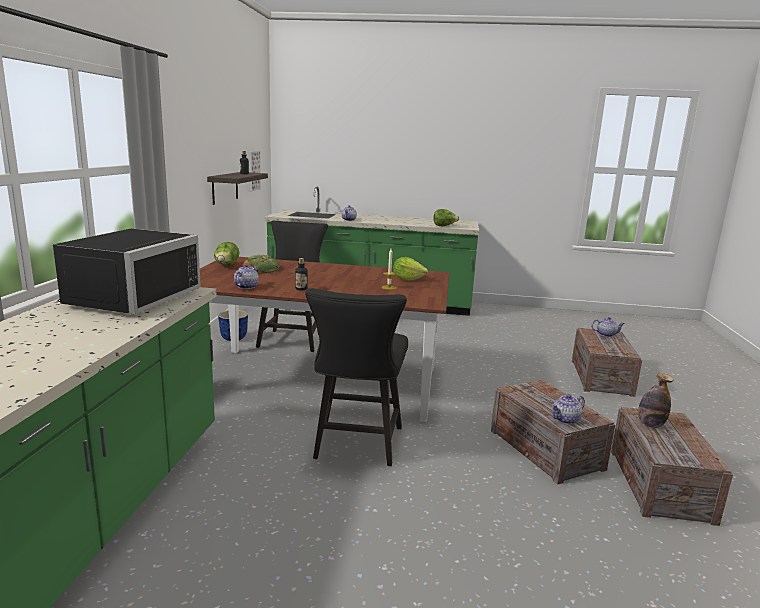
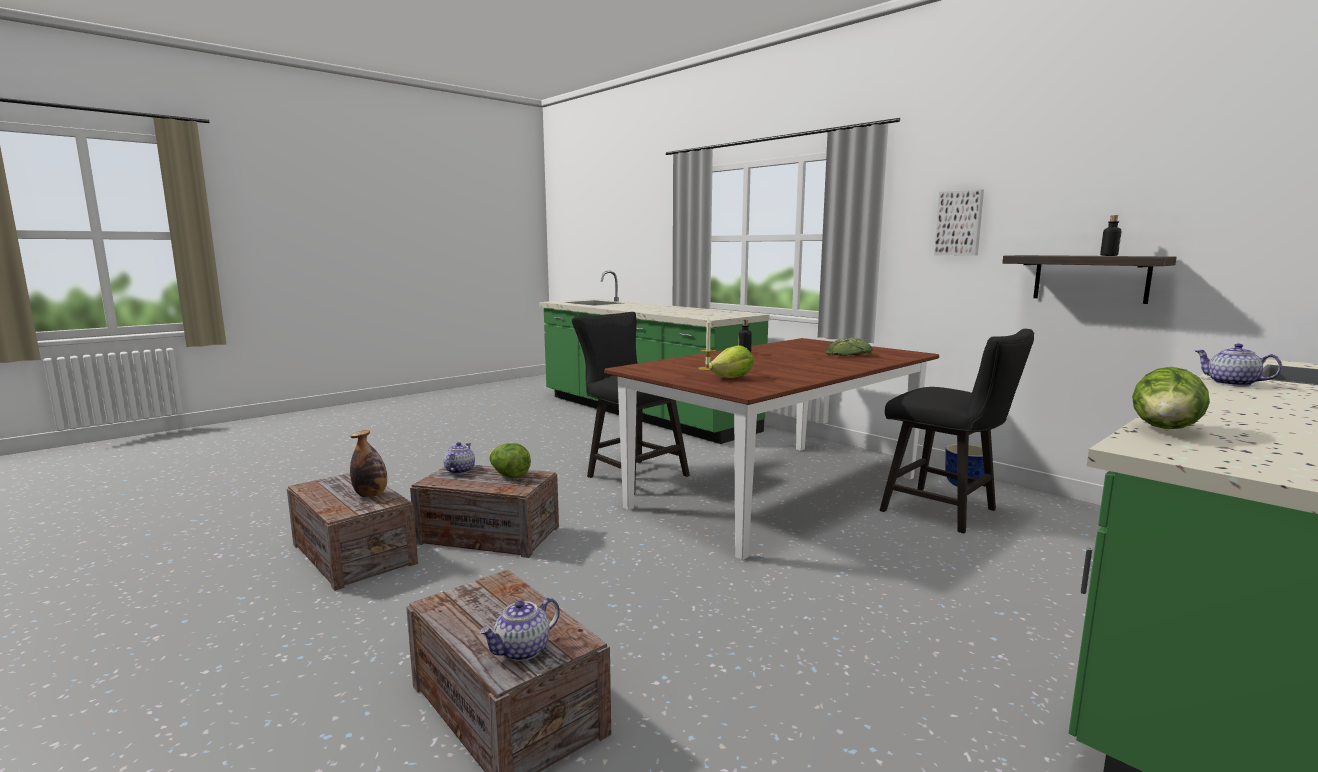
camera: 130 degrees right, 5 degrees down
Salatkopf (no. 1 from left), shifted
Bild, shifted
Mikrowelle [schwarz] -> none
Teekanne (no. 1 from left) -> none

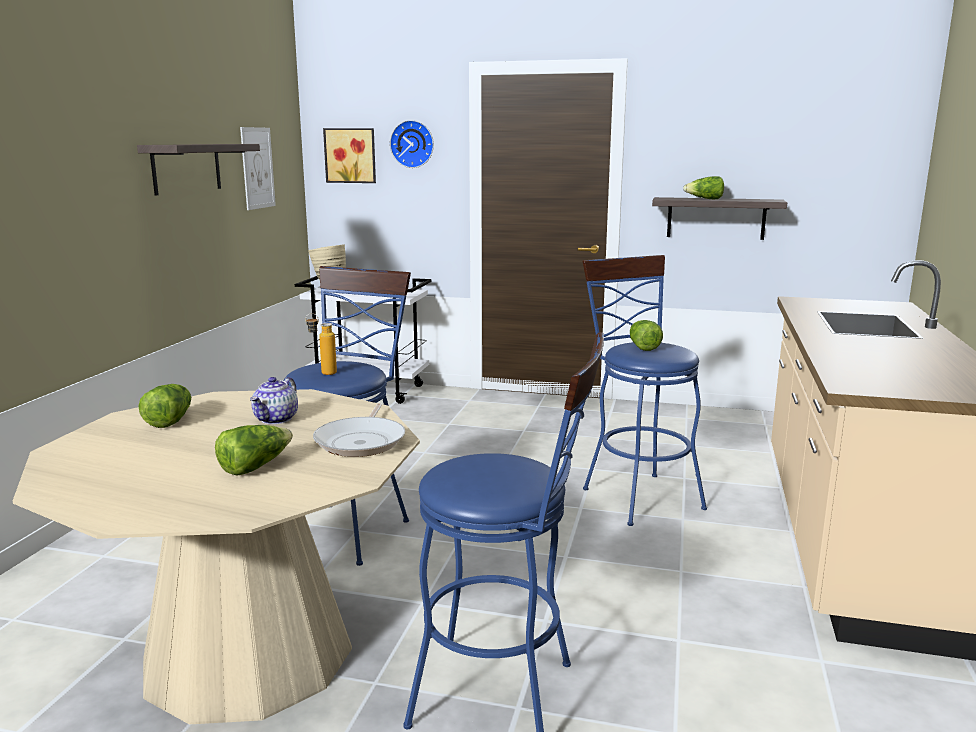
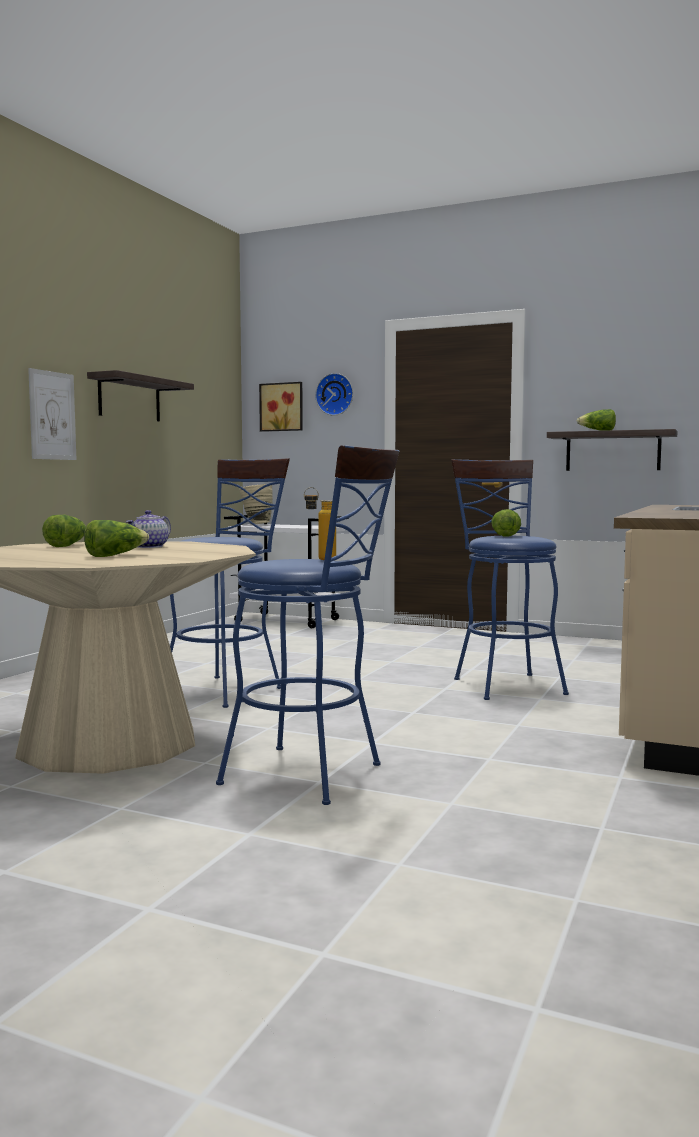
camera: 10 degrees right, 10 degrees down
Bild (no. 1 from left), shifted
Flasche, shifted
Pfanne -> none

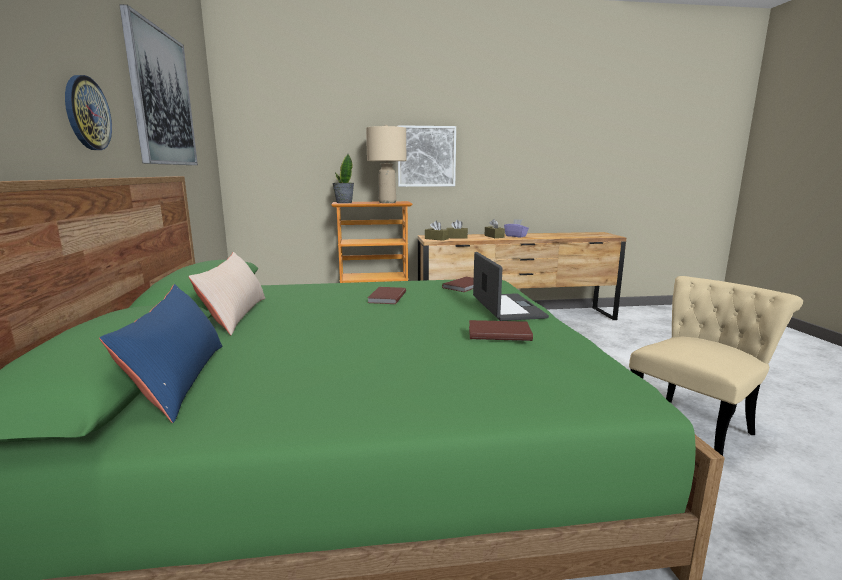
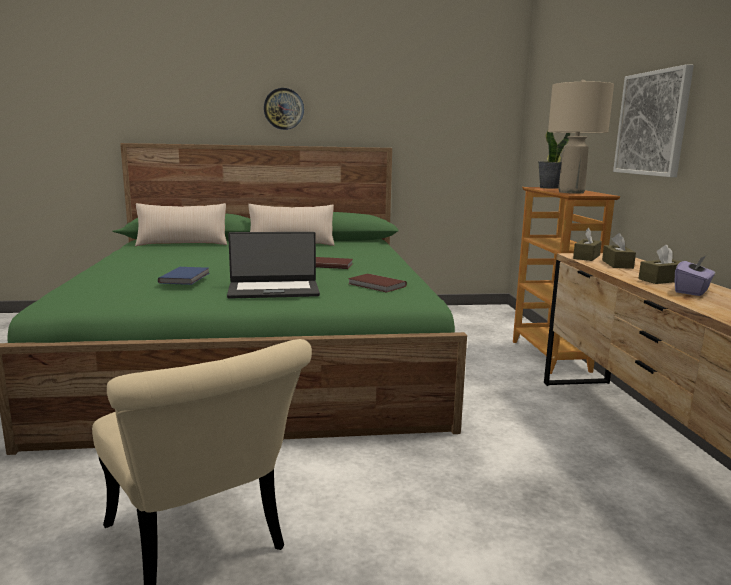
camera: 90 degrees right, 0 degrees up
Kissen [blau] -> Kissen [beige] (no. 1 from left)
Buch [braun] (no. 3 from left) -> Buch [blau]
Bild (no. 1 from left) -> none

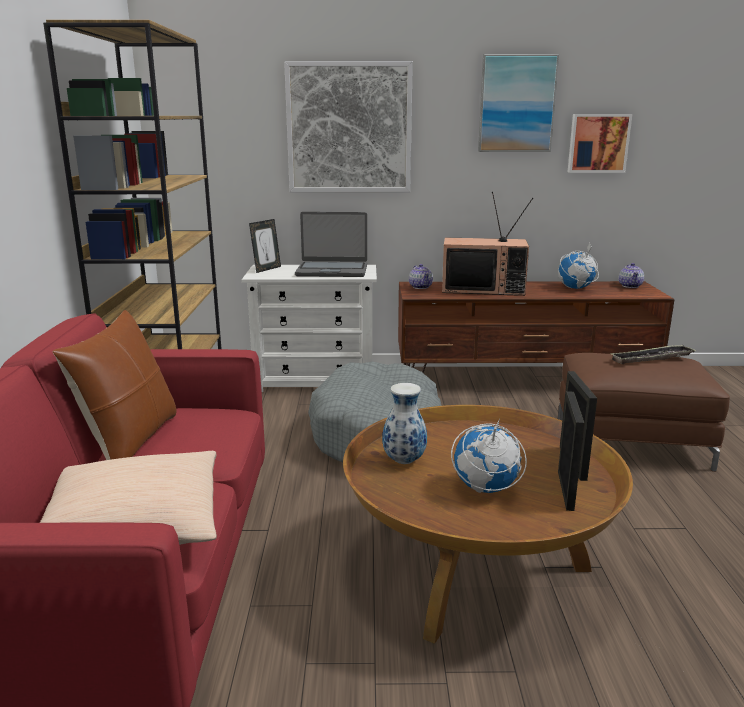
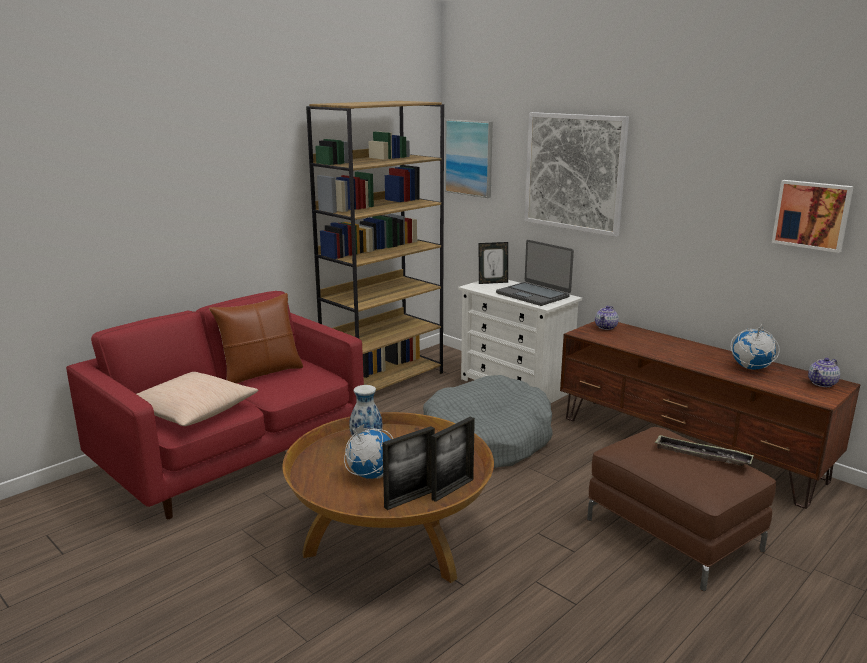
camera: 45 degrees right, 0 degrees up
Bild (no. 2 from left in the first image) -> Bild (no. 1 from left), shifted
Fernseher -> none

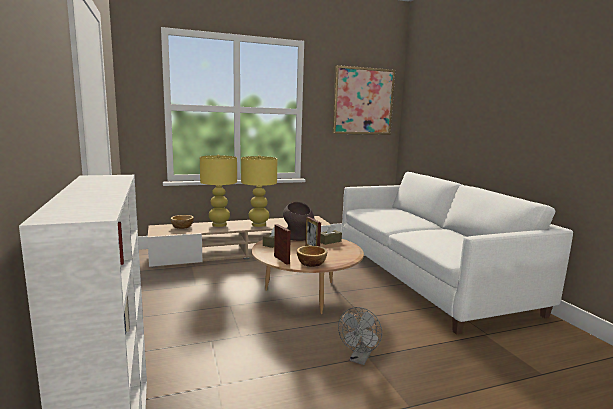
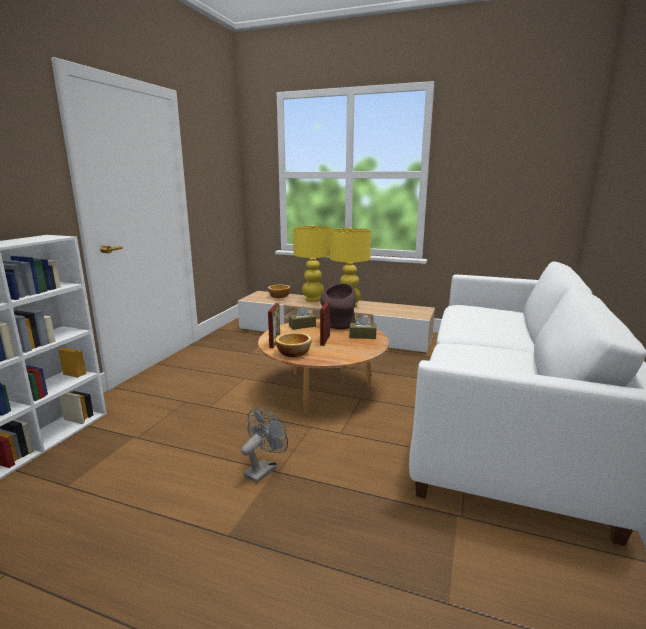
camera: 40 degrees right, 5 degrees up
Ventilator [grau], 150 degrees clockwise
Bild -> none

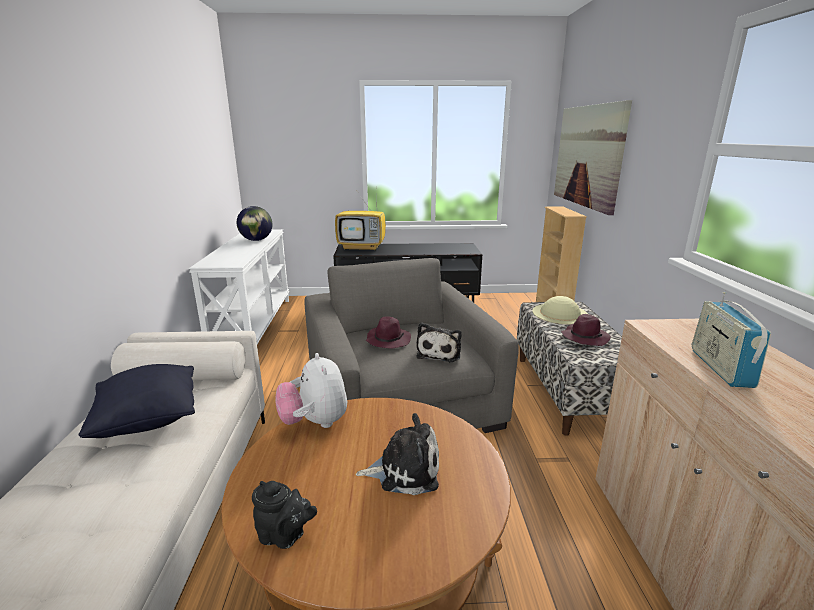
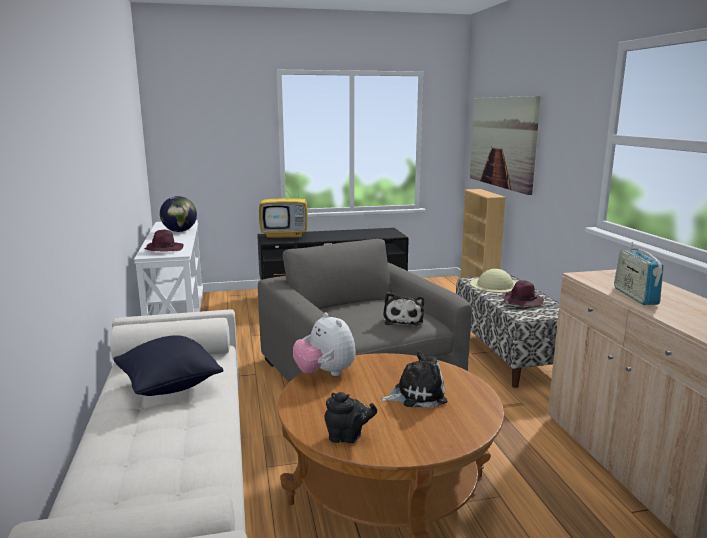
camera: 10 degrees left, 5 degrees down
Hut [lila] (no. 1 from left), shifted

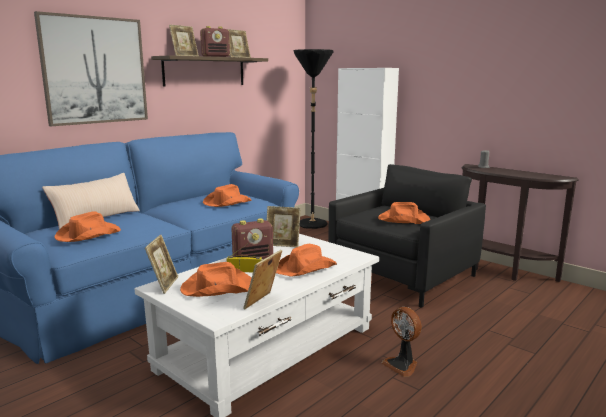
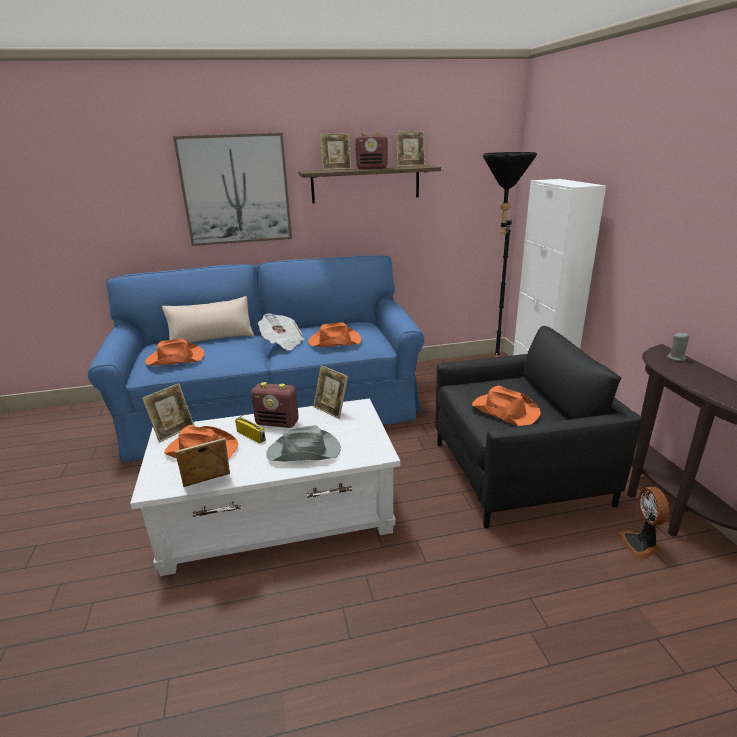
camera: 35 degrees right, 10 degrees up
none -> Zeitung
Hut [orange] (no. 4 from left) -> Hut [grau]
Ventilator, shifted

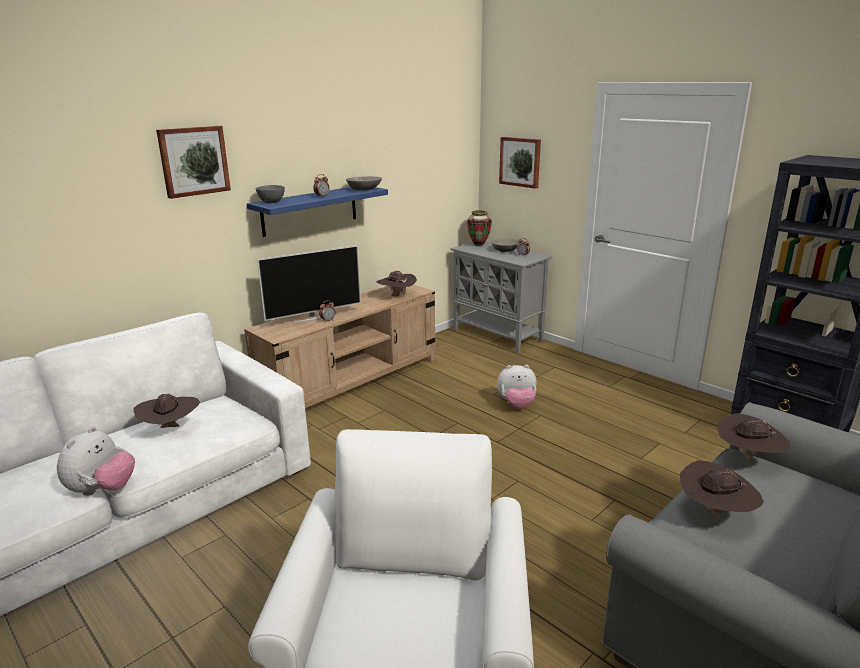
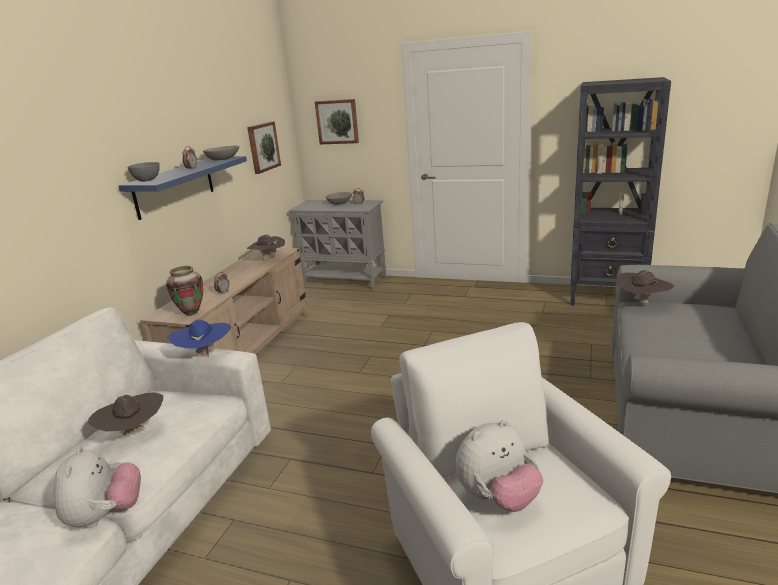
camera: 25 degrees left, 0 degrees up
Vase, shifted
none -> Hut [blau]
Bild (no. 1 from left), shifted
Plüschtier (no. 2 from left), shifted
Fernseher -> none
Hut [braun] (no. 3 from left) -> none

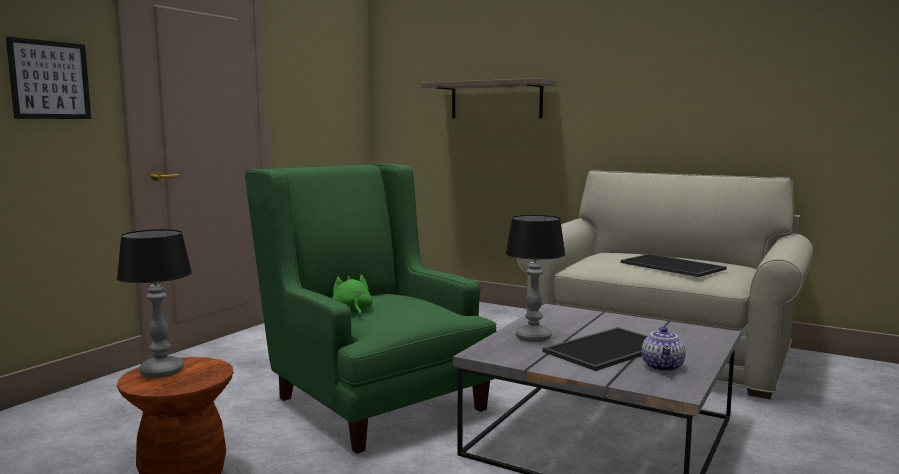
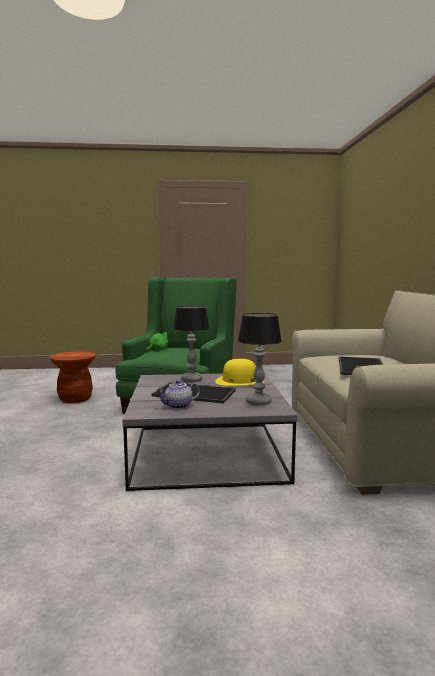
camera: 55 degrees right, 0 degrees up
none -> Hut [gelb]
Tischlampe (no. 1 from left in the first image) -> Tischlampe (no. 2 from left), shifted
Bild -> none
Wandregal -> none

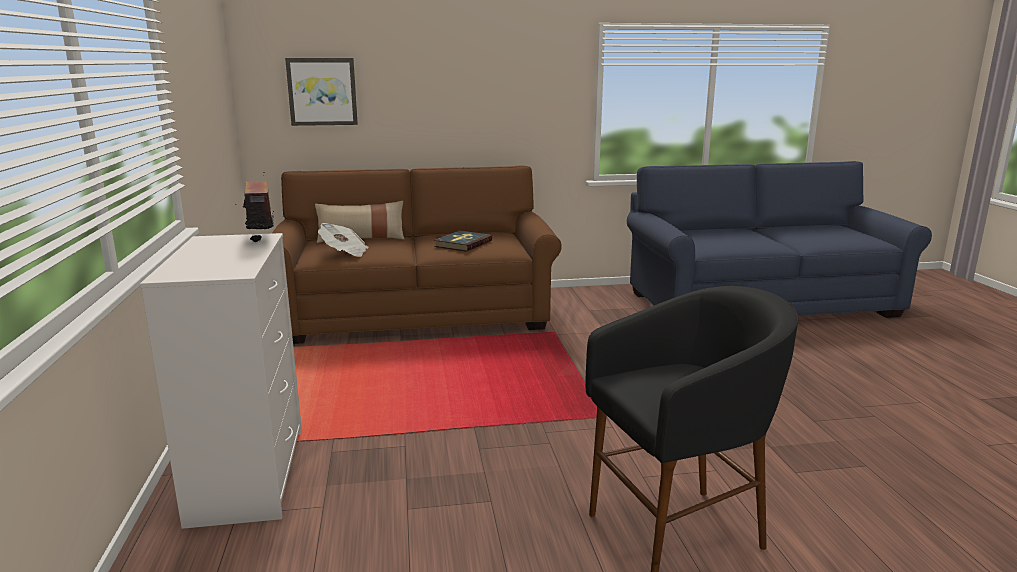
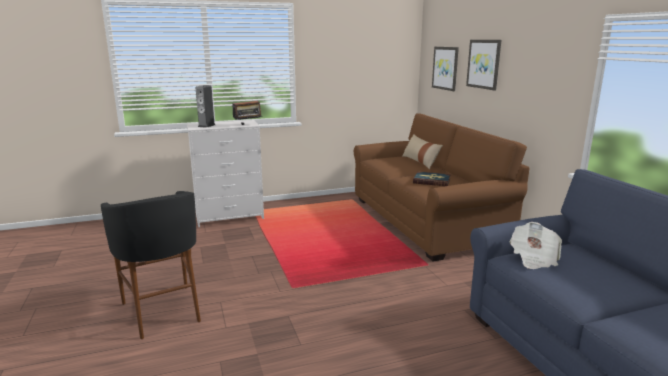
camera: 80 degrees right, 0 degrees up
none -> Lautsprecher
none -> Bild (no. 2 from left)
Zeitung, shifted

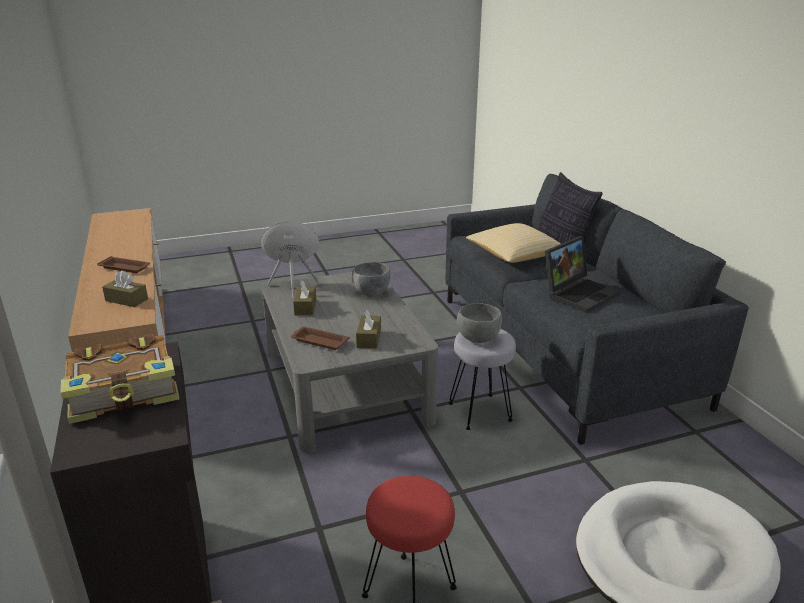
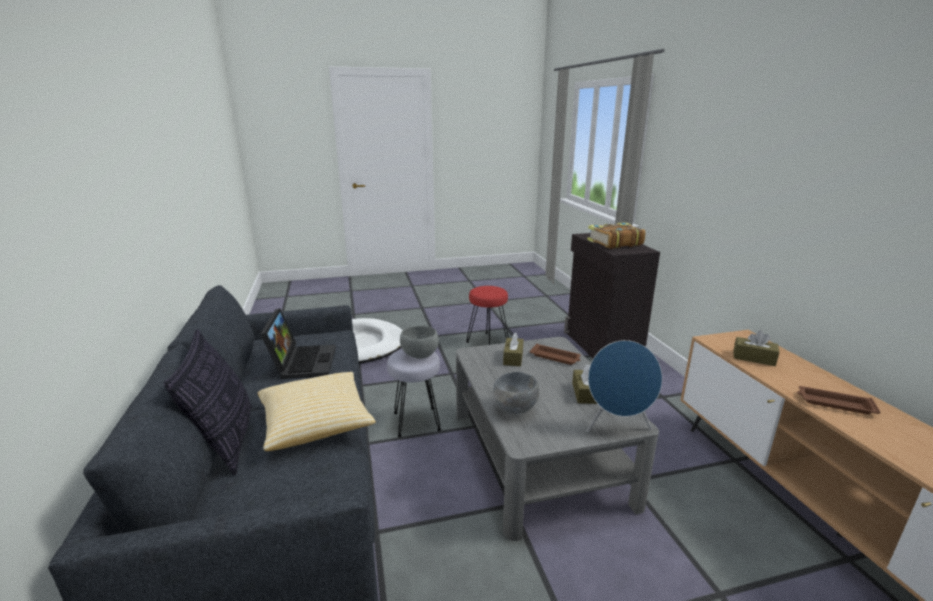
camera: 175 degrees left, 5 degrees down
Laptop, 120 degrees clockwise

